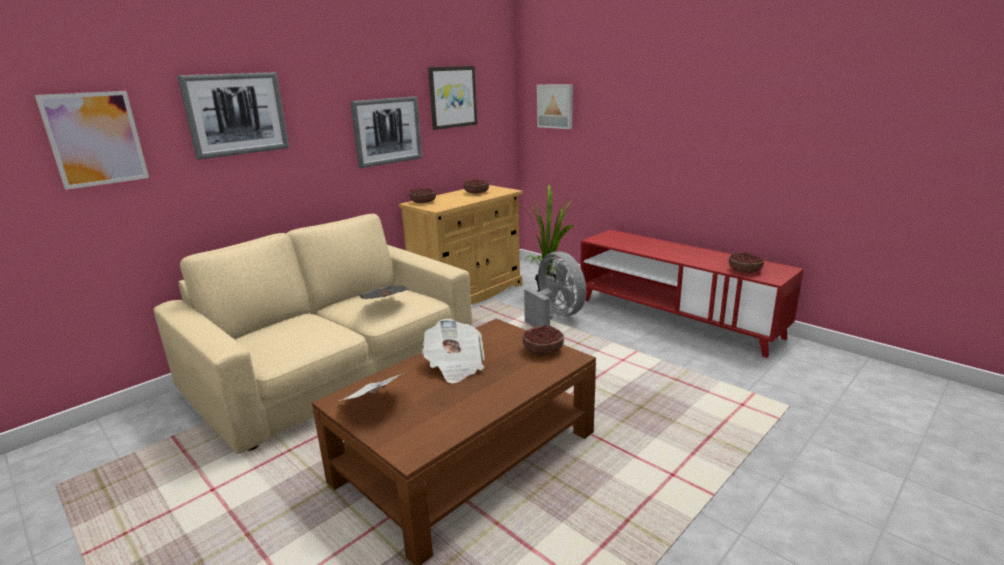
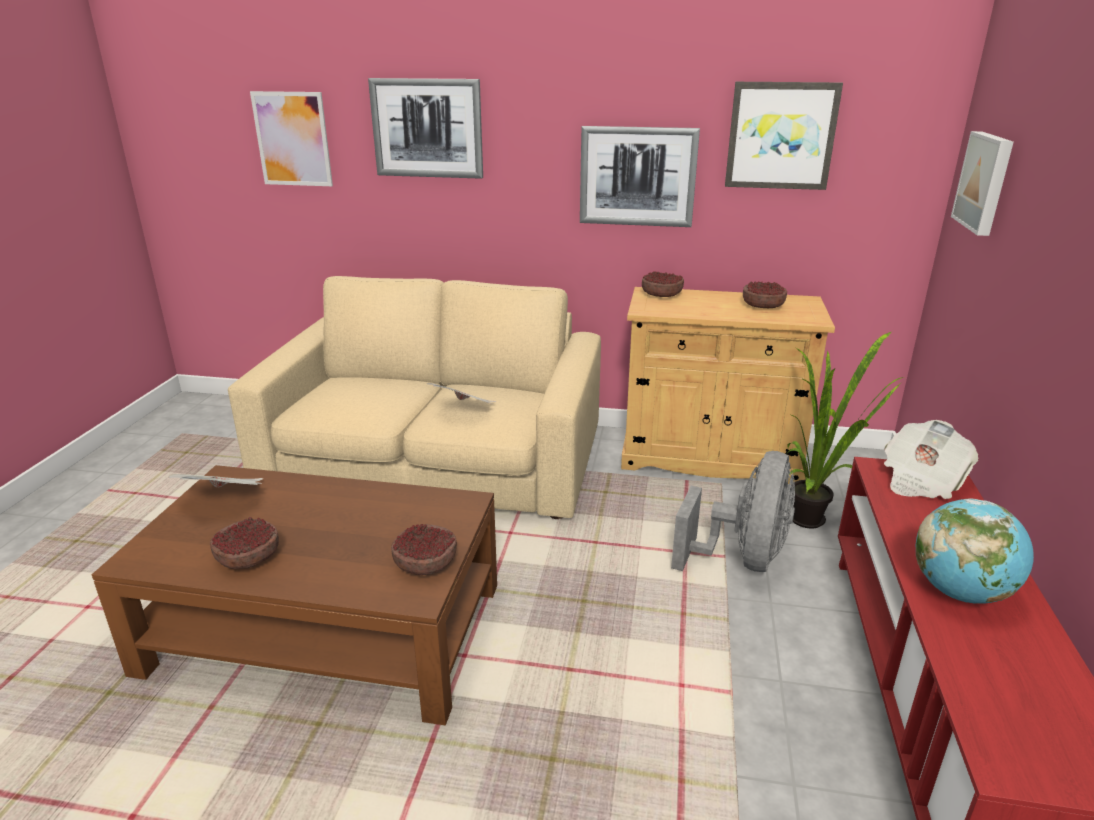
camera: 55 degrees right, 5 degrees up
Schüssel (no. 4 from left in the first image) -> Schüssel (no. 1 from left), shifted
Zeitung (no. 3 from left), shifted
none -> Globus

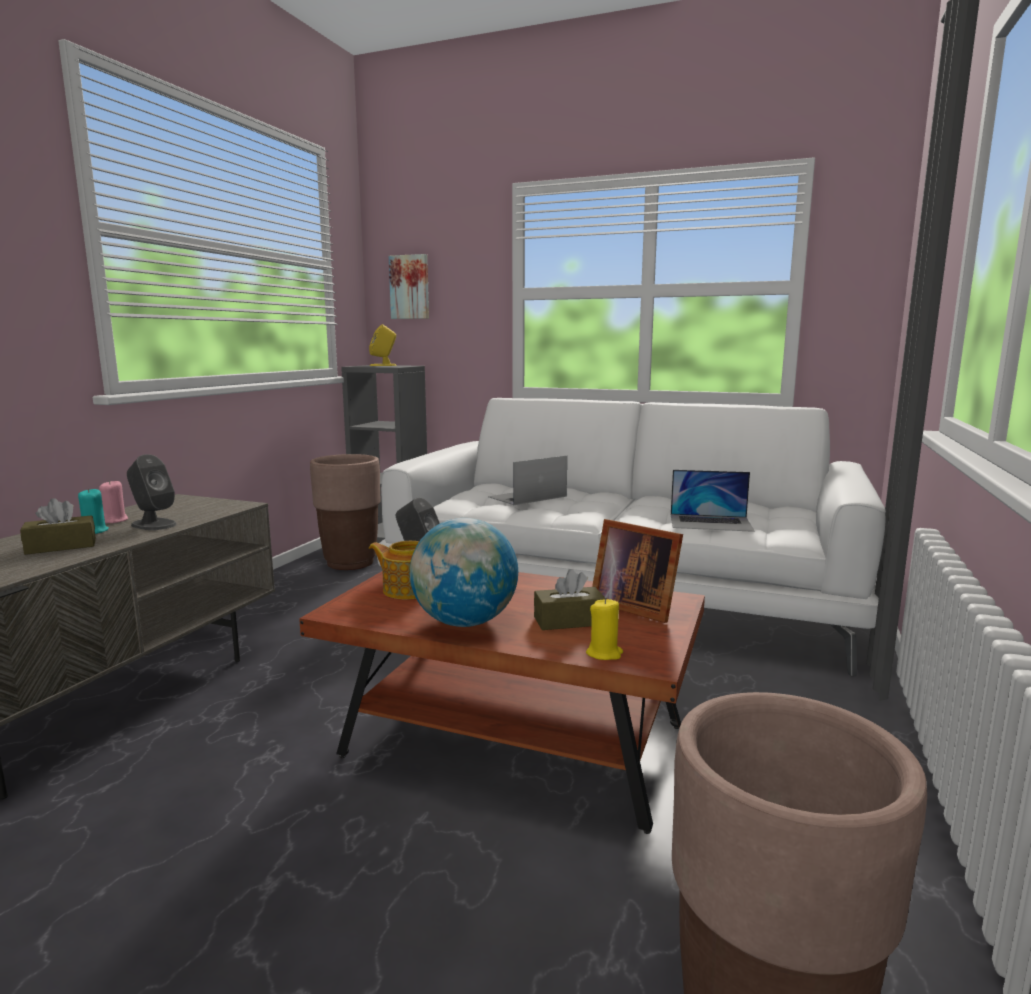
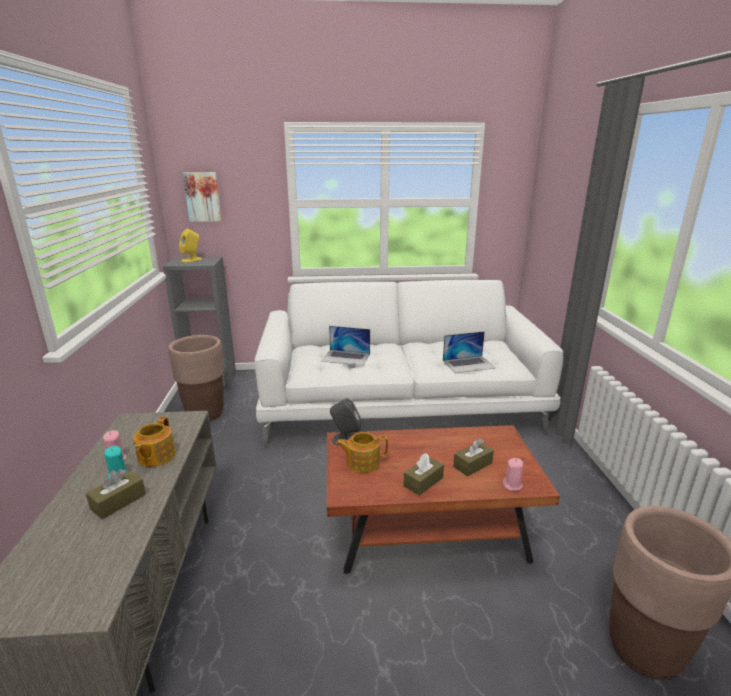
camera: 25 degrees left, 10 degrees up
Lautsprecher [grau] (no. 1 from left) -> Teekanne (no. 1 from left)
Laptop (no. 1 from left), 105 degrees counterclockwise
Globus -> Taschentuchbox [braun] (no. 2 from left)
Kerze [gelb] -> Kerze [rosa] (no. 2 from left)
Bilderrahmen -> none

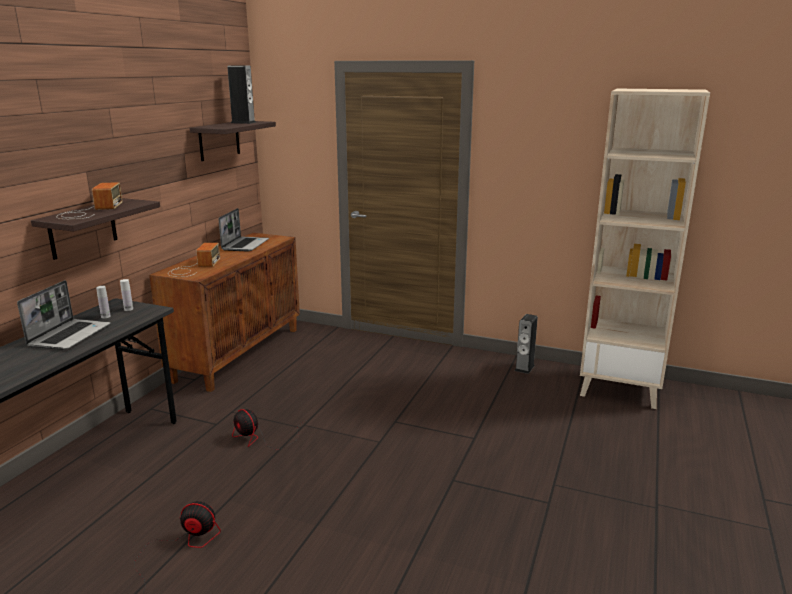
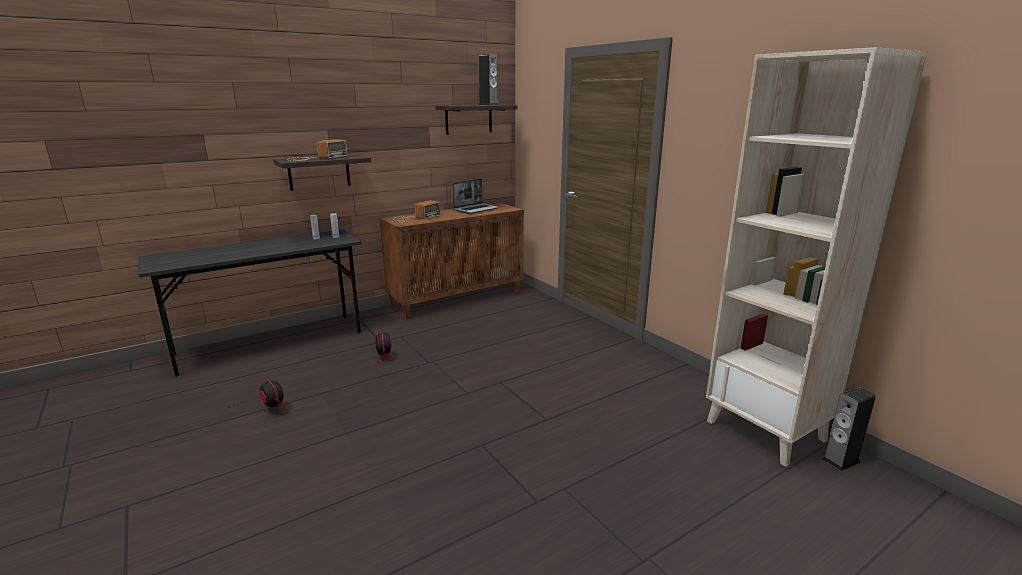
camera: 35 degrees right, 0 degrees up
Lautsprecher (no. 2 from left), shifted
Laptop (no. 1 from left) -> none

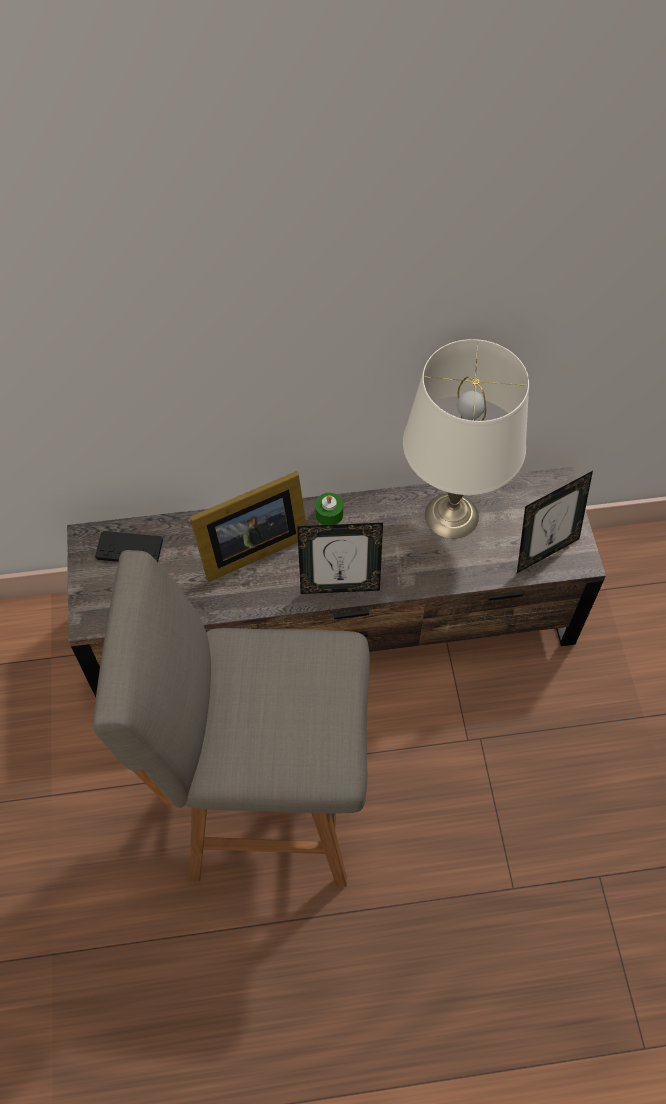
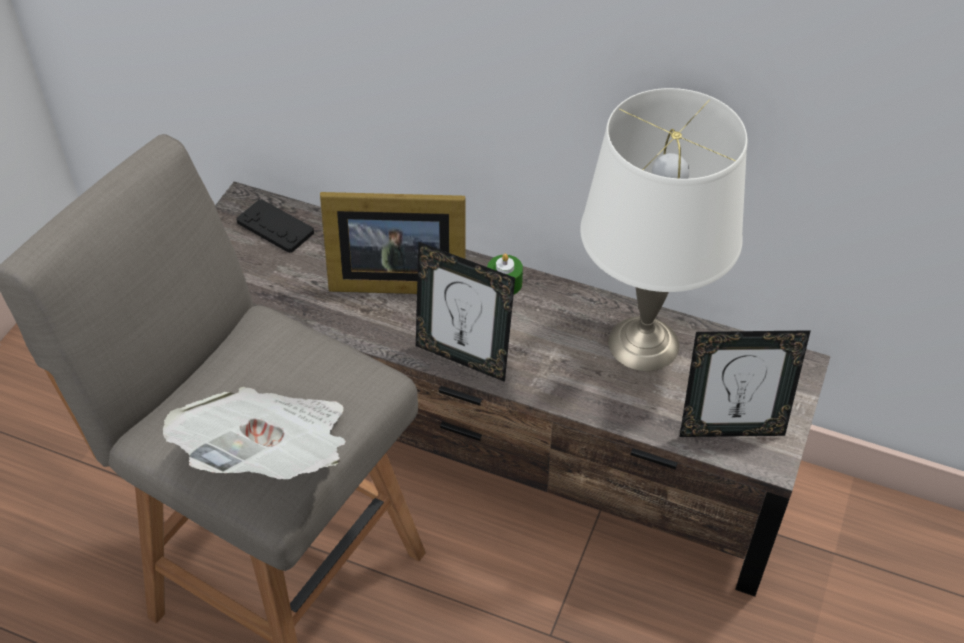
camera: 30 degrees right, 10 degrees down
none -> Zeitung

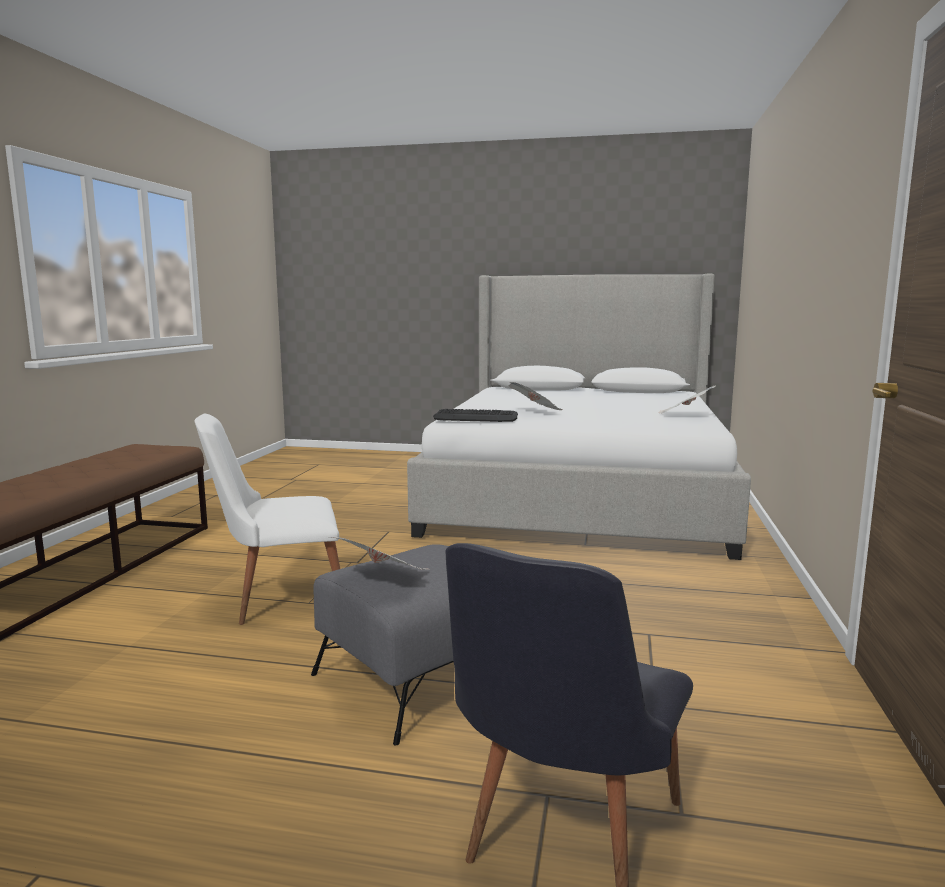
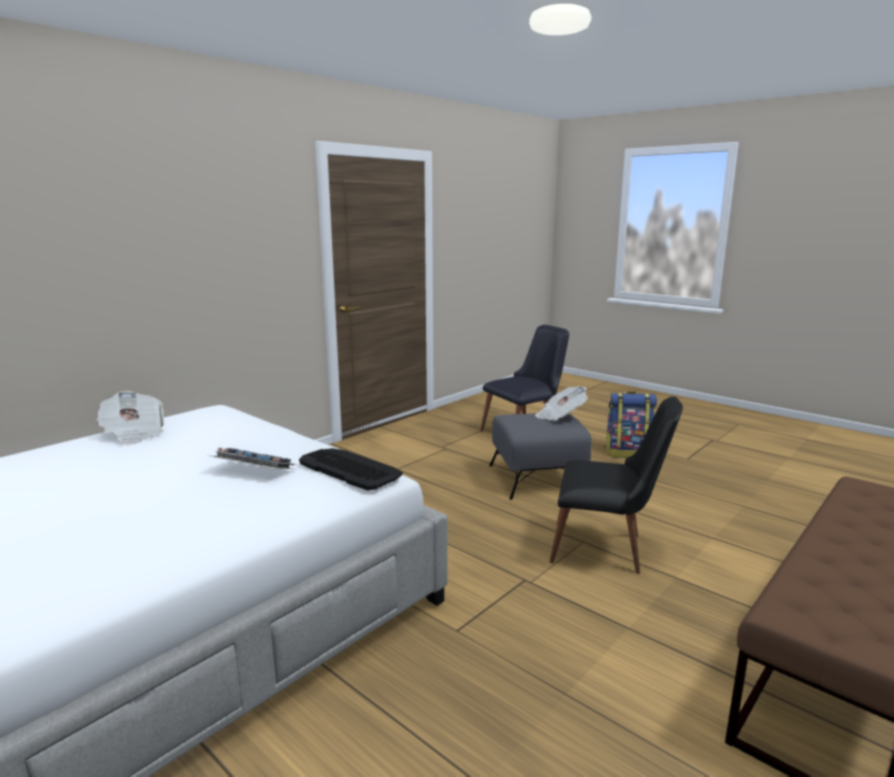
camera: 150 degrees left, 5 degrees up
Zeitung (no. 2 from left) -> Tastatur (no. 1 from left)
Stuhl [weiß] -> Stuhl [schwarz] (no. 2 from left)
none -> Rucksack

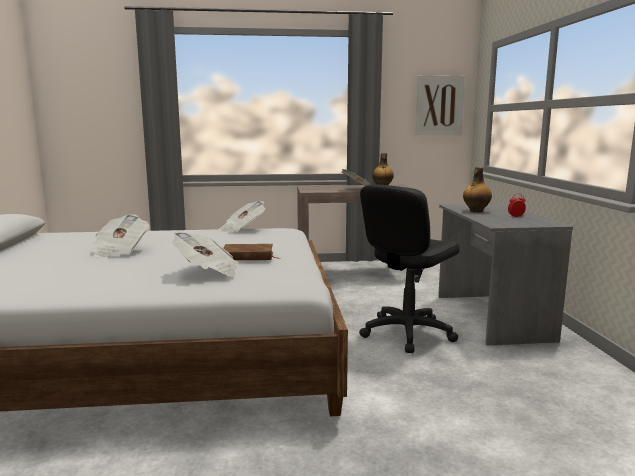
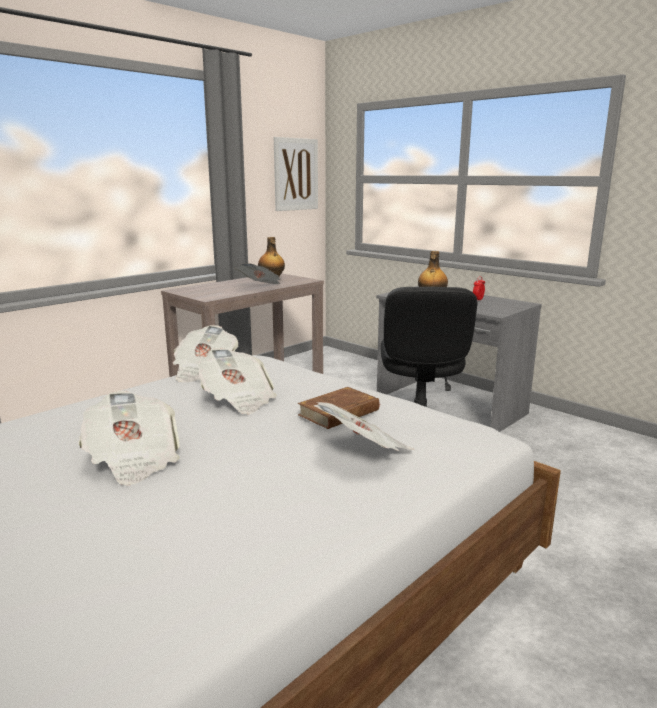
camera: 40 degrees left, 5 degrees up
none -> Zeitung (no. 3 from left)

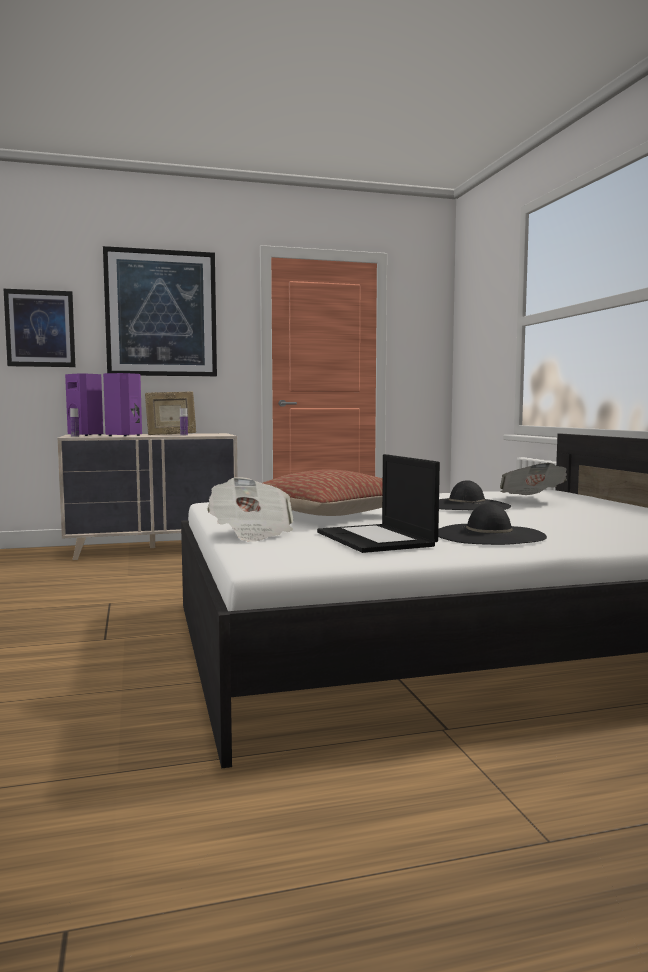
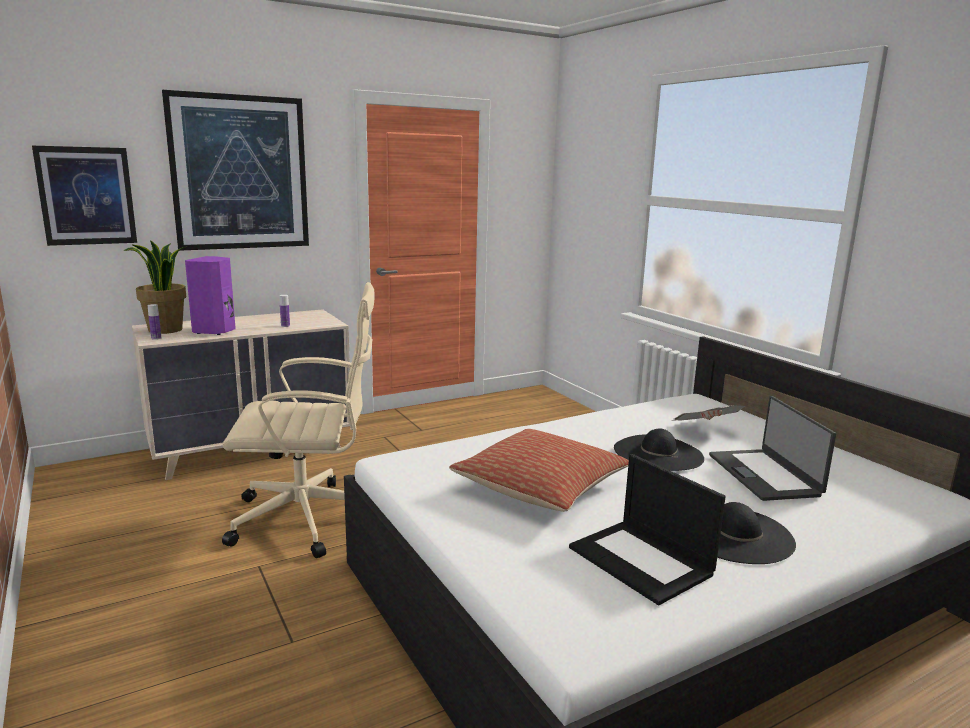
camera: 15 degrees left, 10 degrees up
Lautsprecher [lila] (no. 1 from left) -> Topfpflanze
none -> Bürostuhl [beige]
none -> Laptop (no. 2 from left)
Bilderrahmen -> none
Zeitung (no. 1 from left) -> none

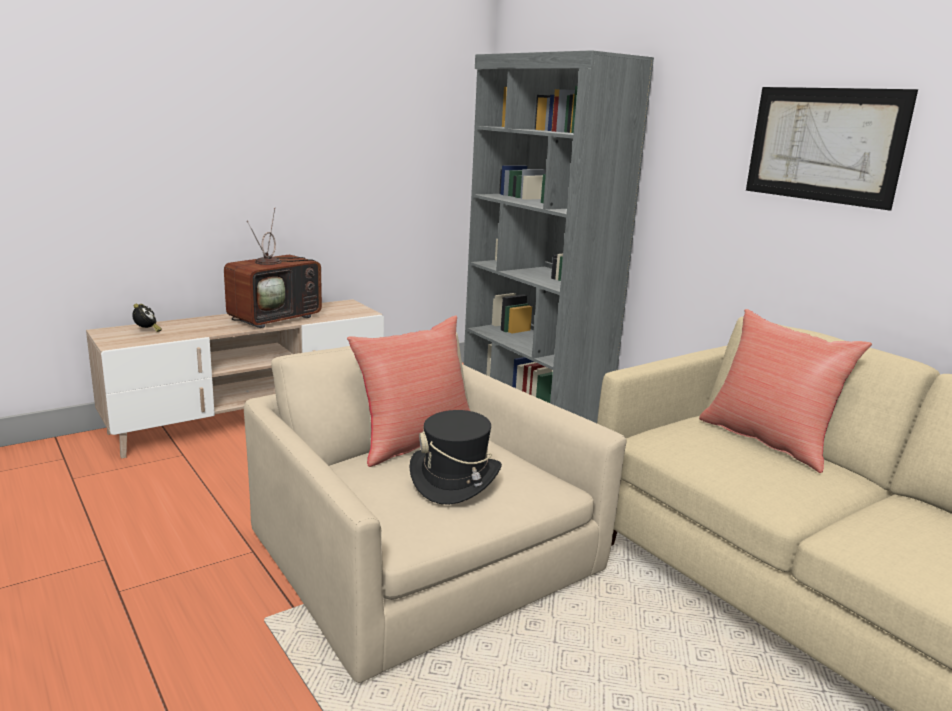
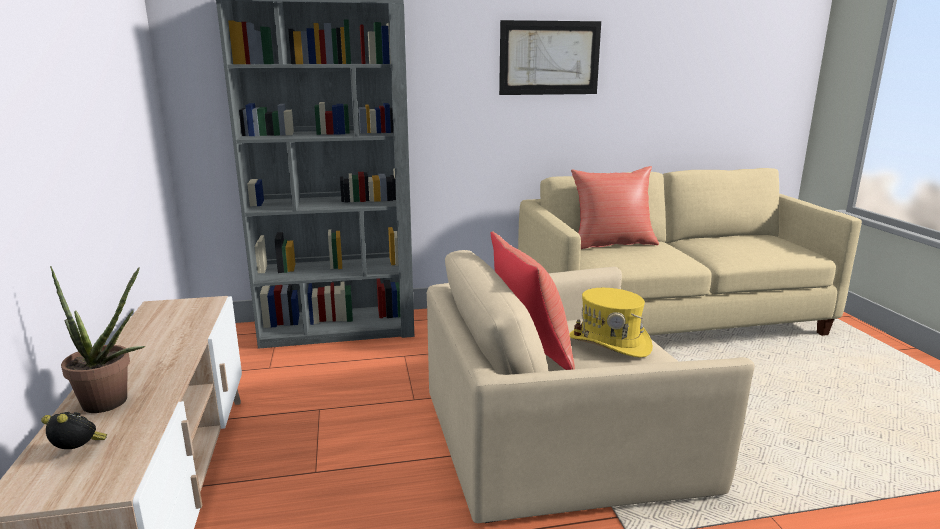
camera: 65 degrees left, 0 degrees up
none -> Topfpflanze
Hut [schwarz] -> Hut [gelb]
Fernseher -> none

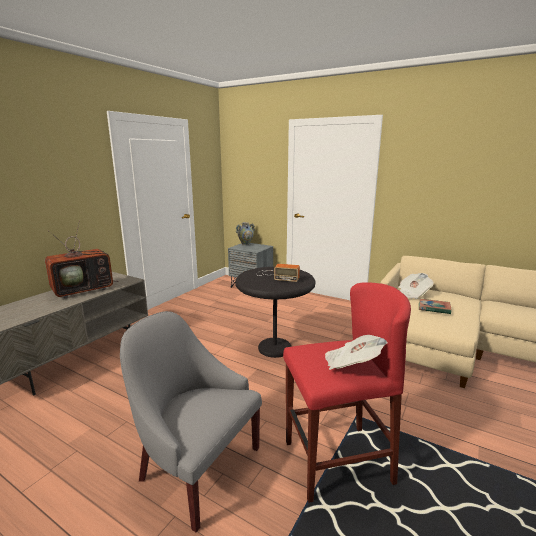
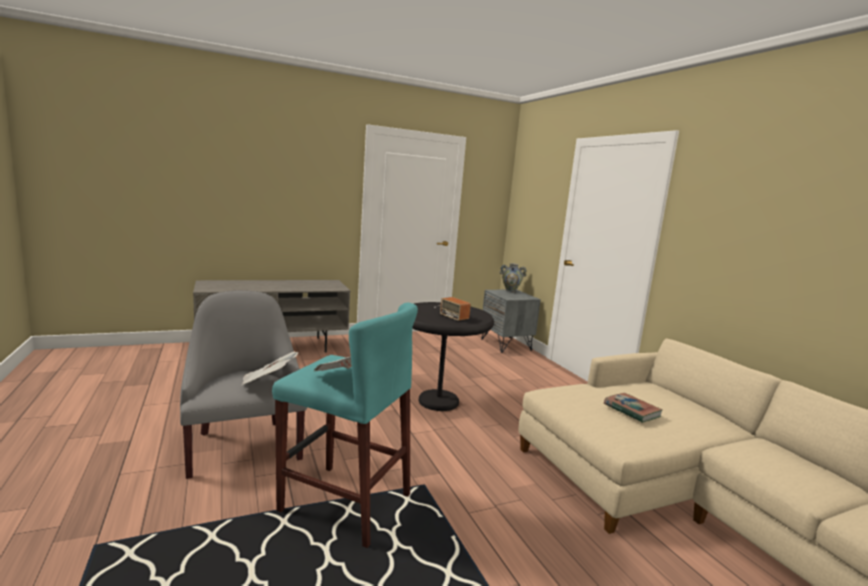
camera: 35 degrees right, 5 degrees down
Zeitung (no. 2 from left in the first image) -> Zeitung (no. 1 from left), shifted
Hocker [rot] -> Hocker [türkis]
Fernseher -> none

